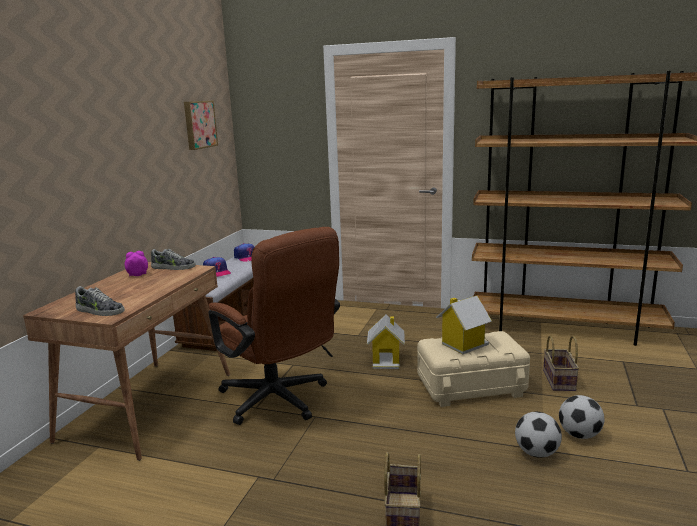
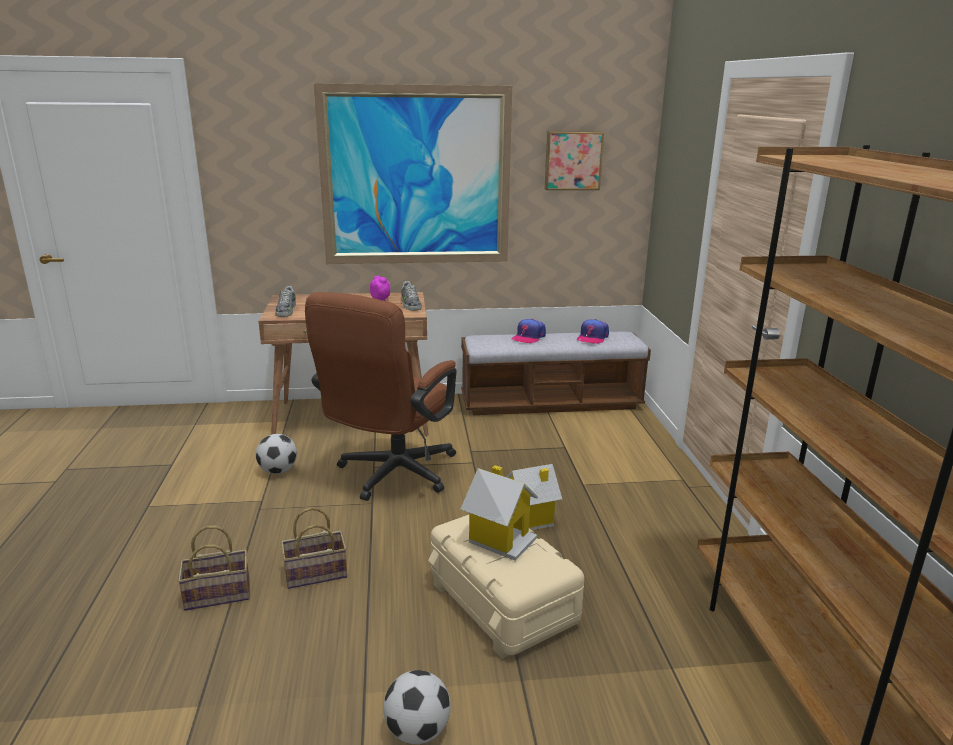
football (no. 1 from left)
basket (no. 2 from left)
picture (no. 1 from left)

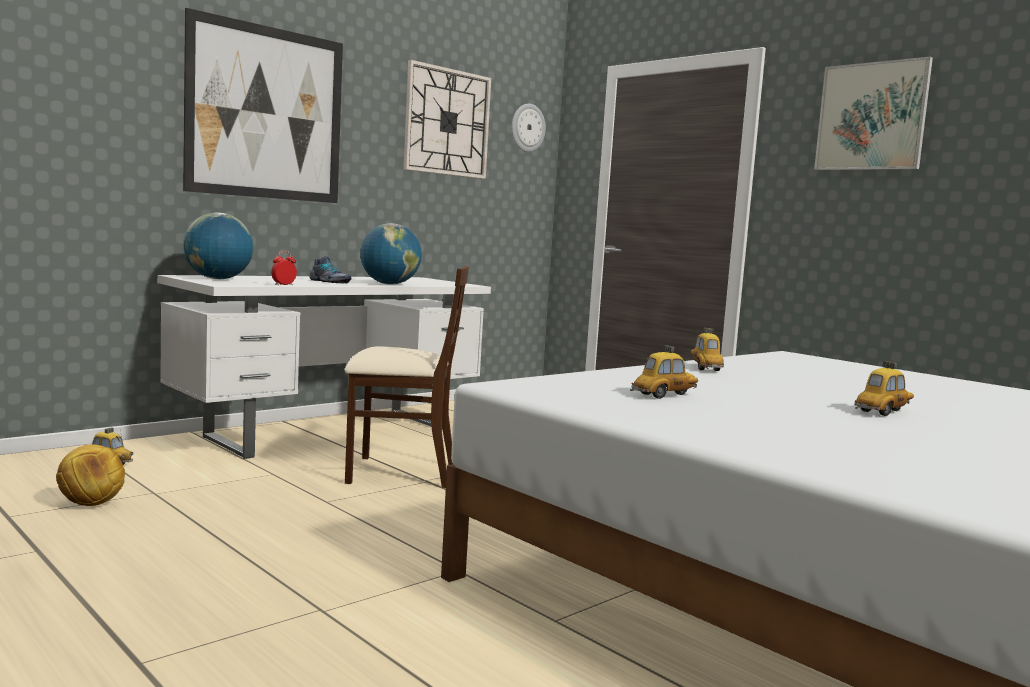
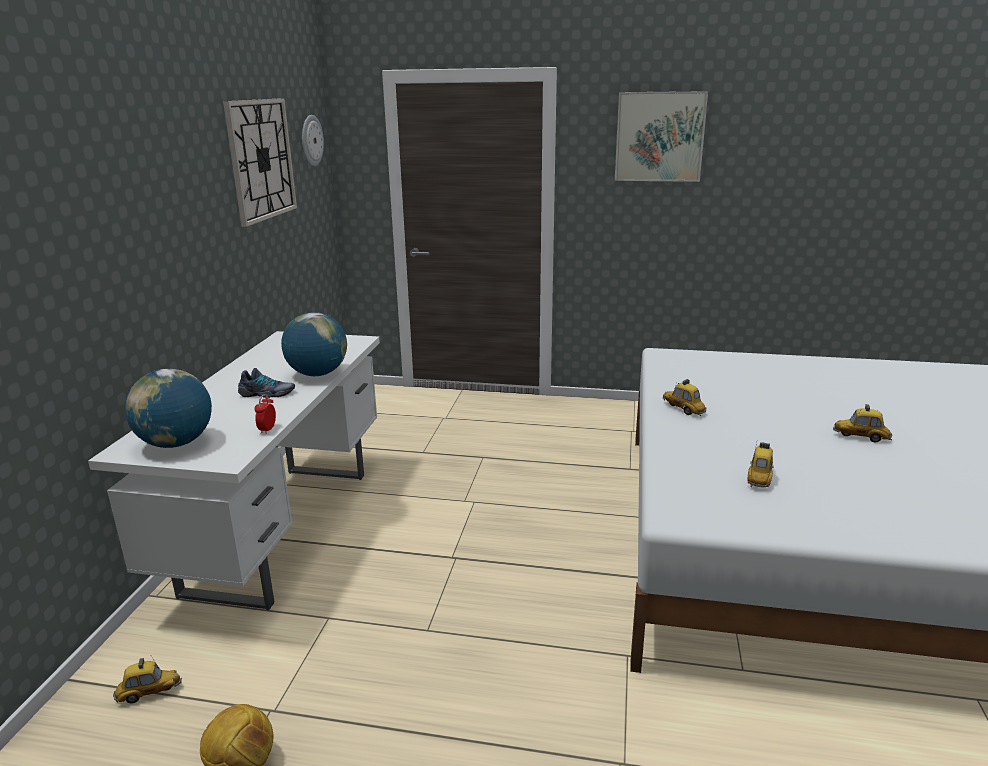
toy car (no. 4 from left)
picture (no. 1 from left in the first image)
chair (beige)

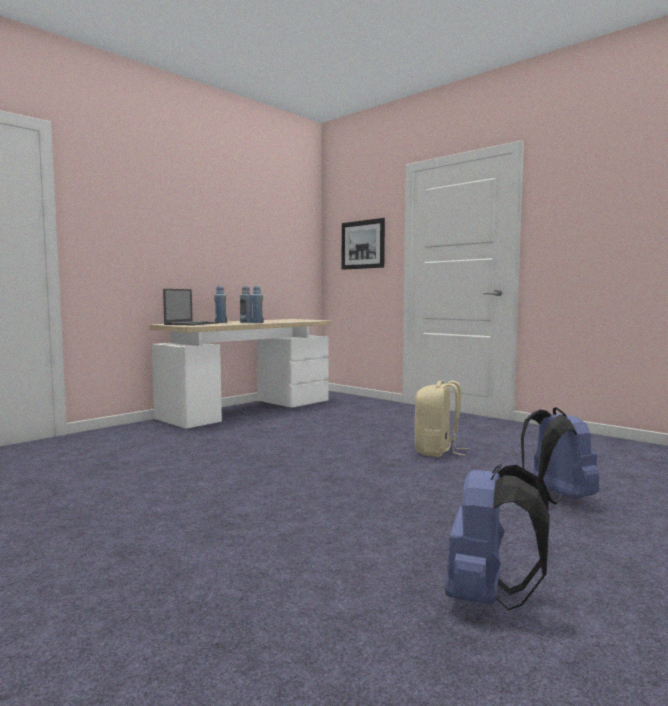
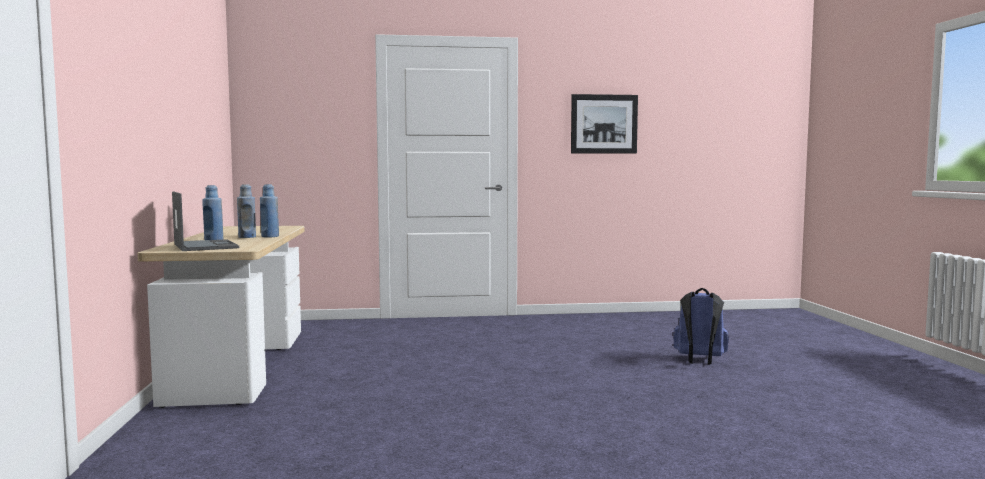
picture
backpack (beige)
backpack (blue) (no. 1 from left in the first image)

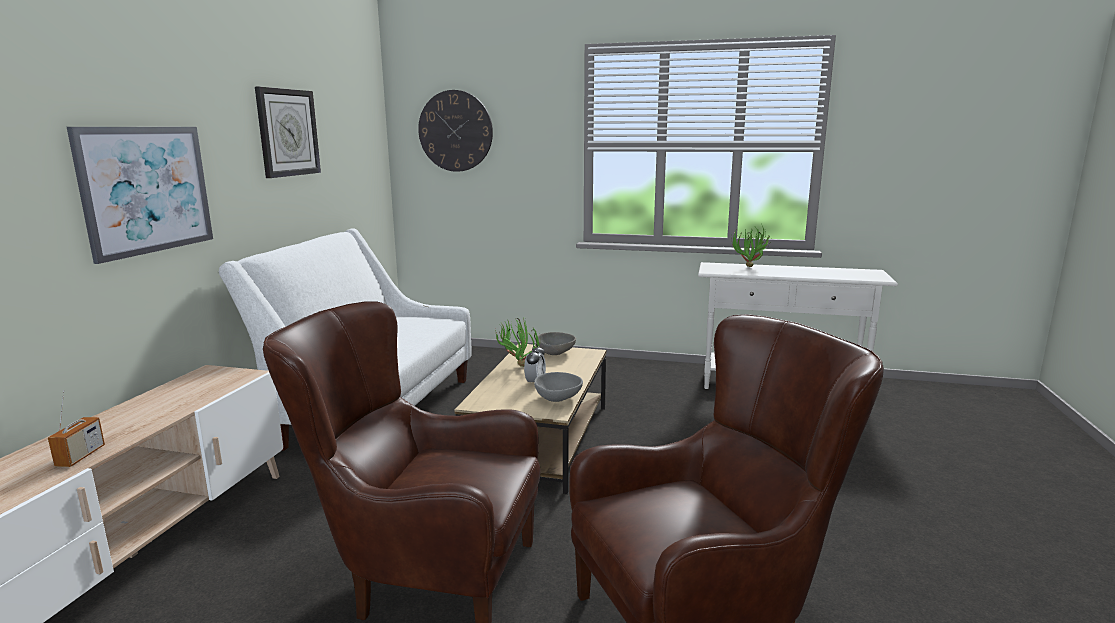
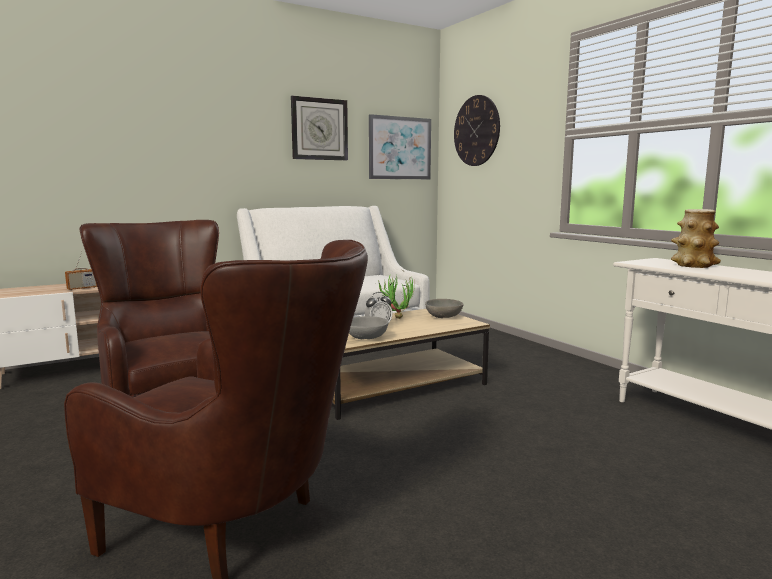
picture
vase

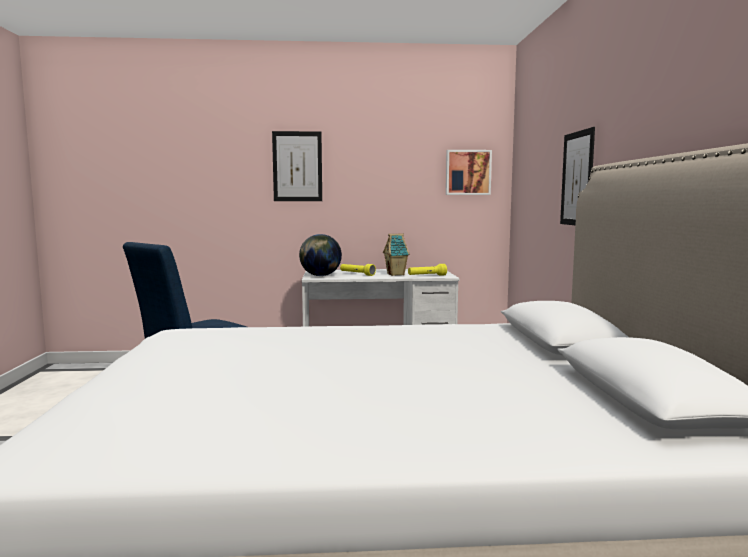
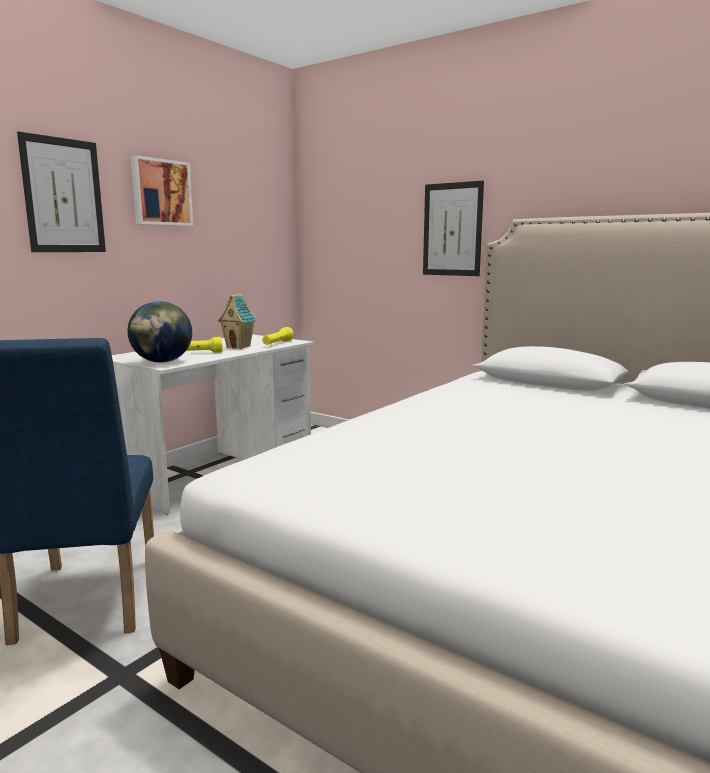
picture (no. 2 from left)

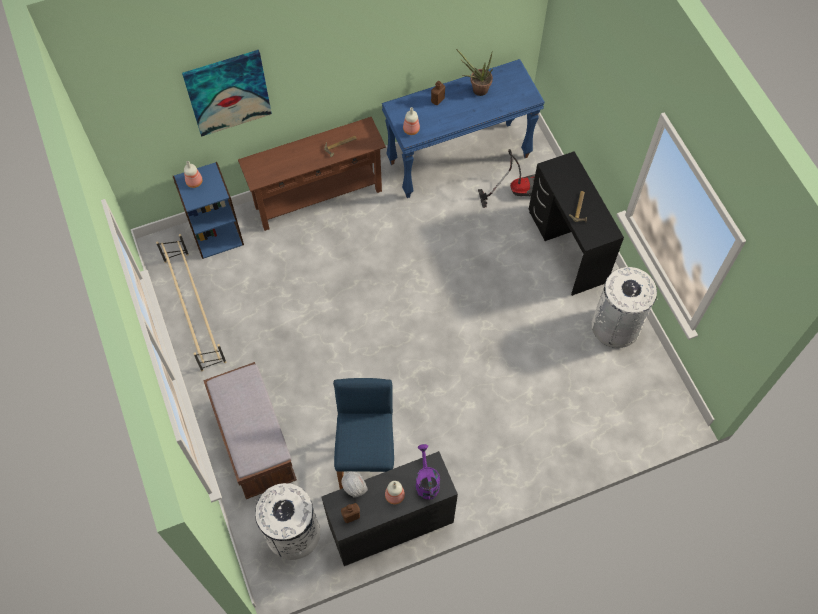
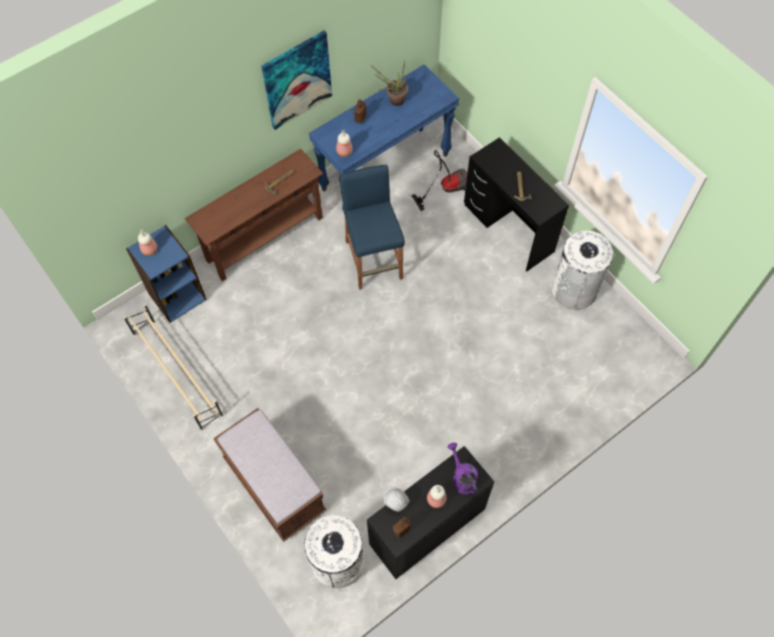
picture
stool (blue)

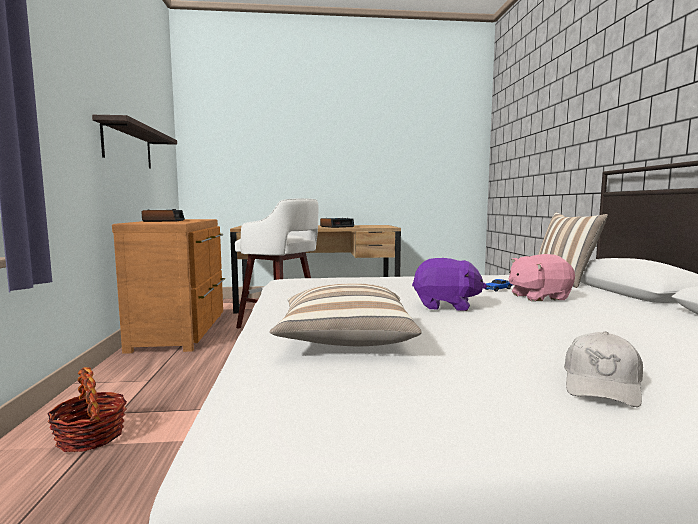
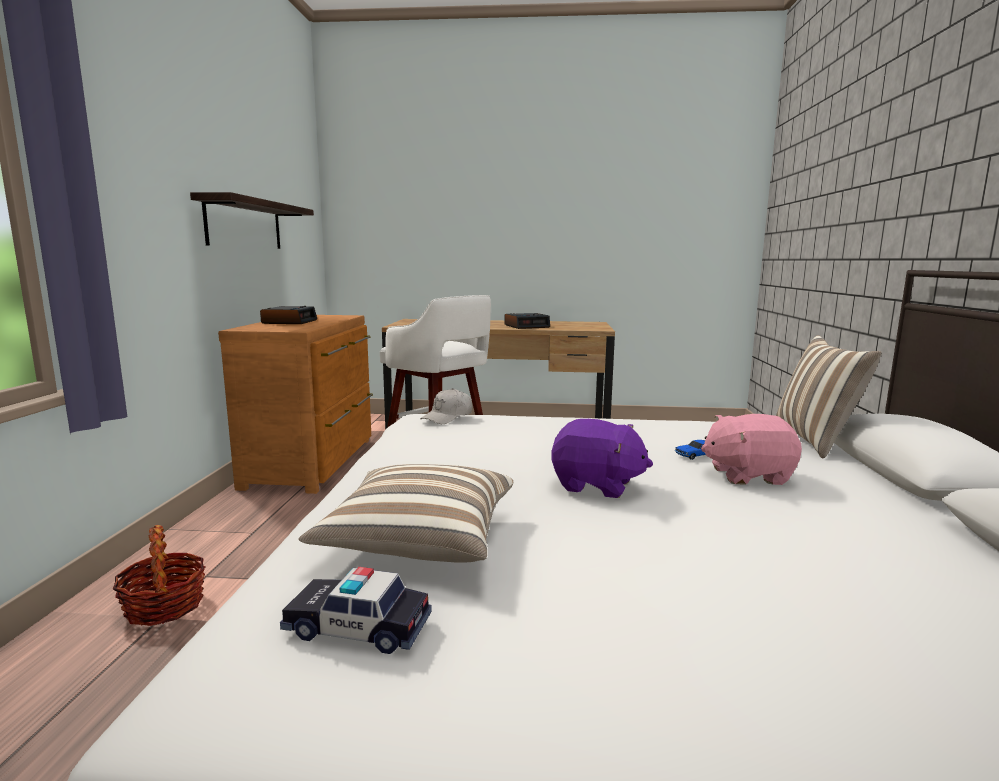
toy car (no. 1 from left)
cap (white)

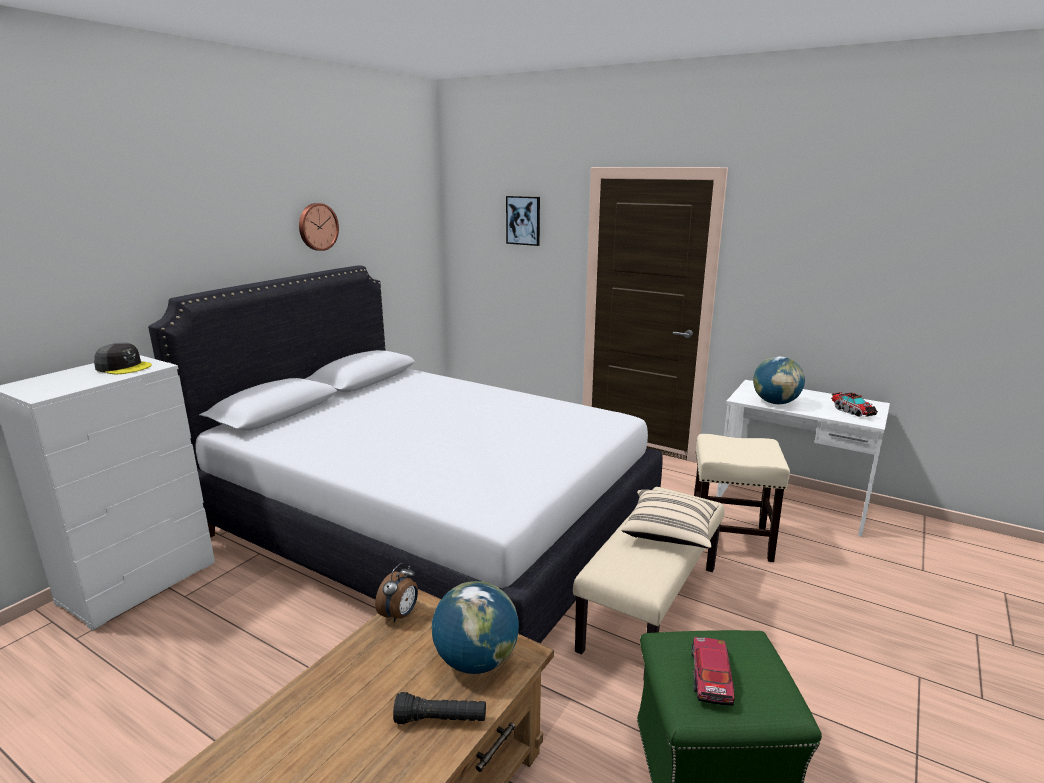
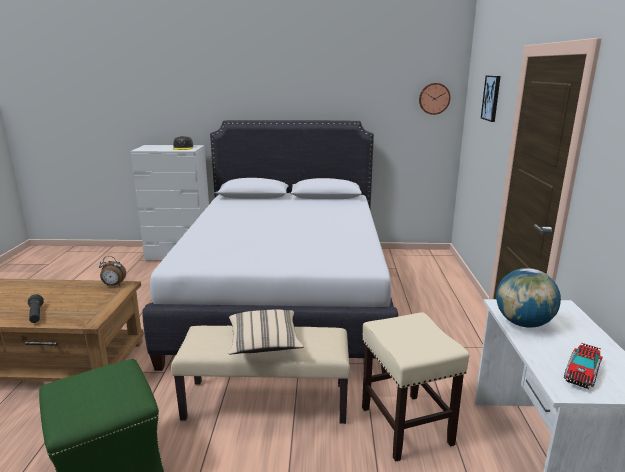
wall clock
globe (no. 1 from left in the first image)
toy car

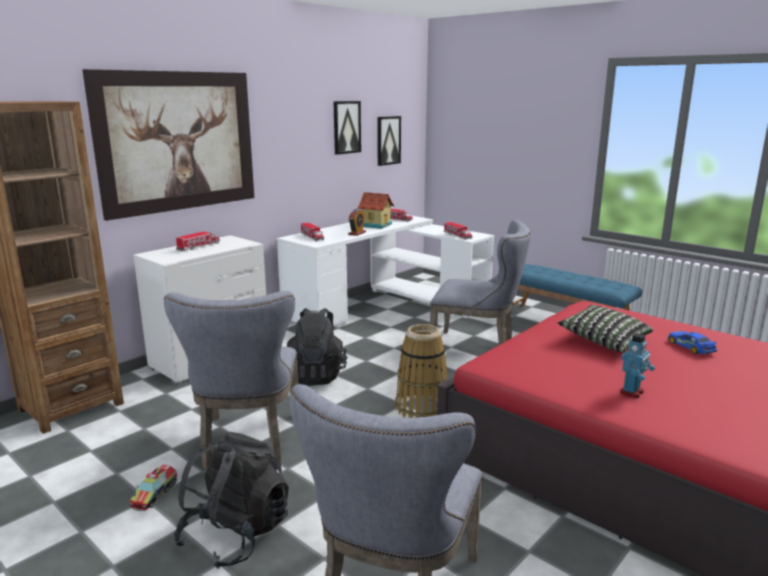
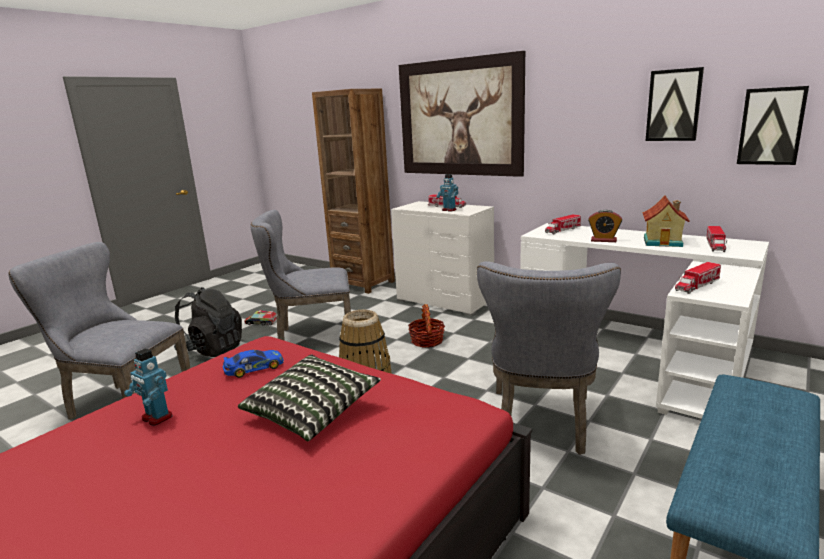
toy car
basket (no. 2 from left)
toy robot (no. 2 from left)

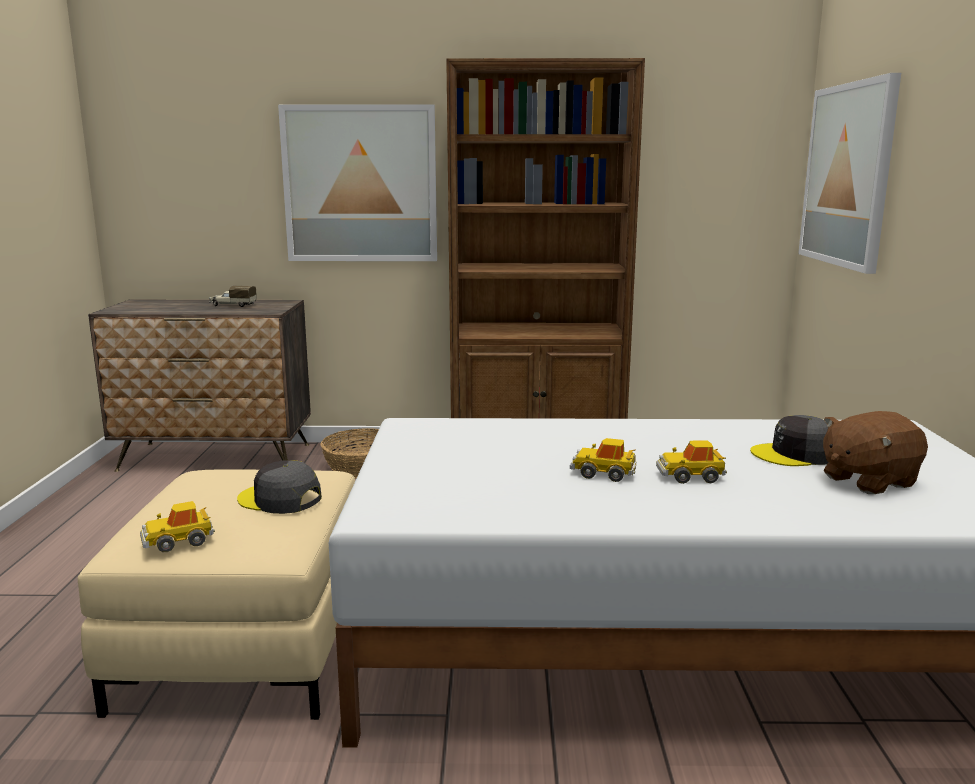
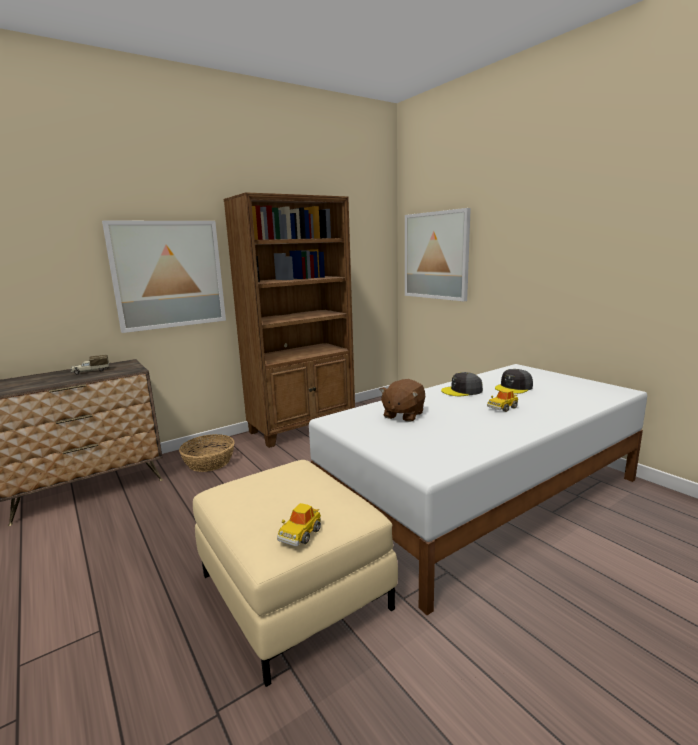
plush toy (brown)
cap (grey) (no. 1 from left)
toy car (no. 2 from left in the first image)

